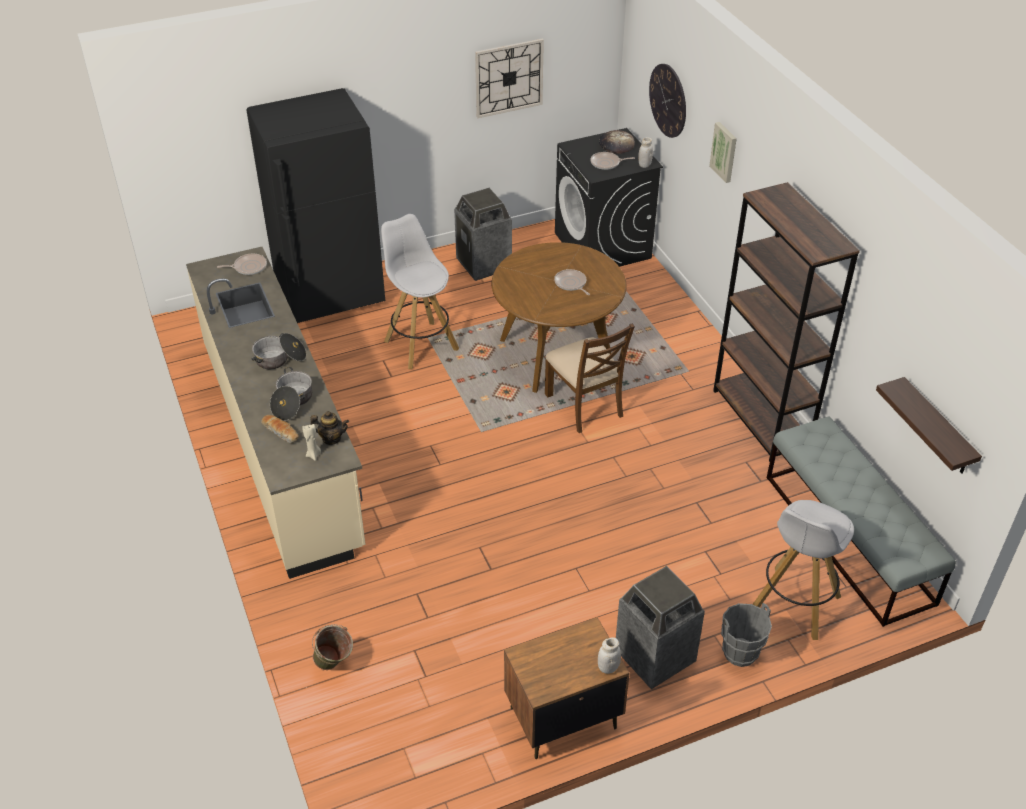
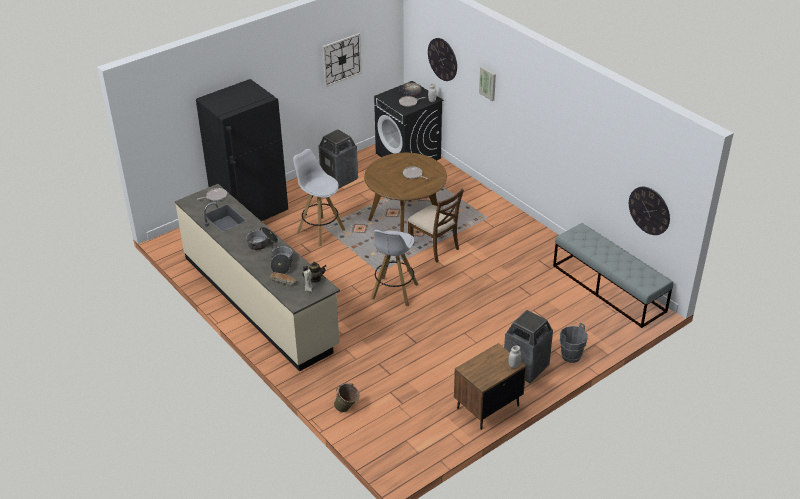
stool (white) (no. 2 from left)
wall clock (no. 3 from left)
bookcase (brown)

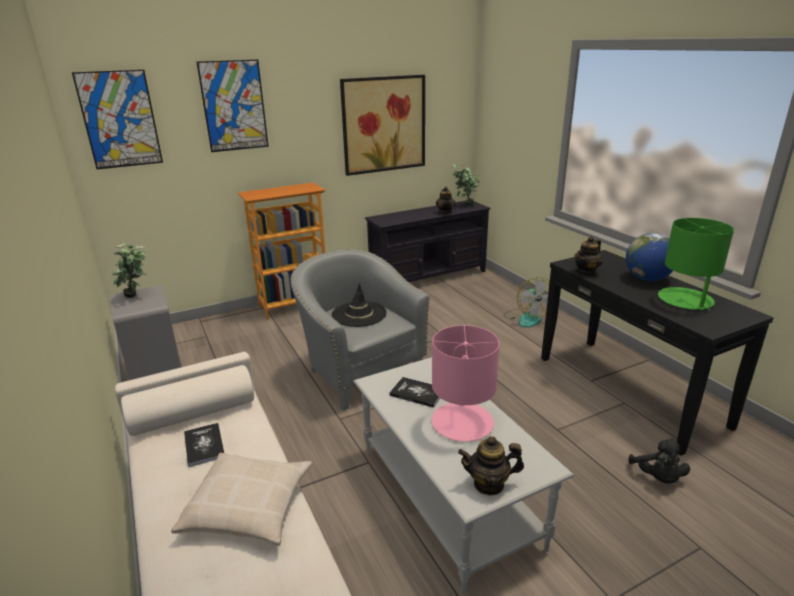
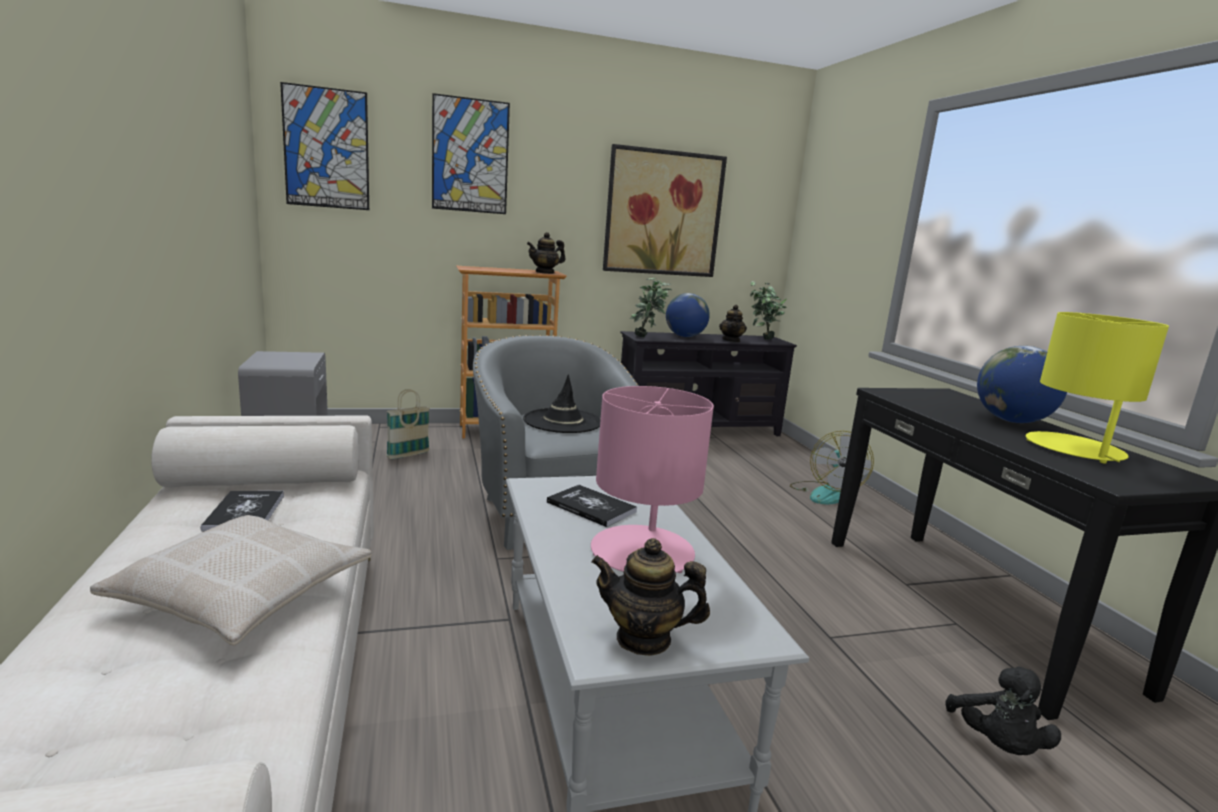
basket
teapot (no. 1 from left)
potted plant (no. 1 from left)
globe (no. 1 from left)
table lamp (yellow)

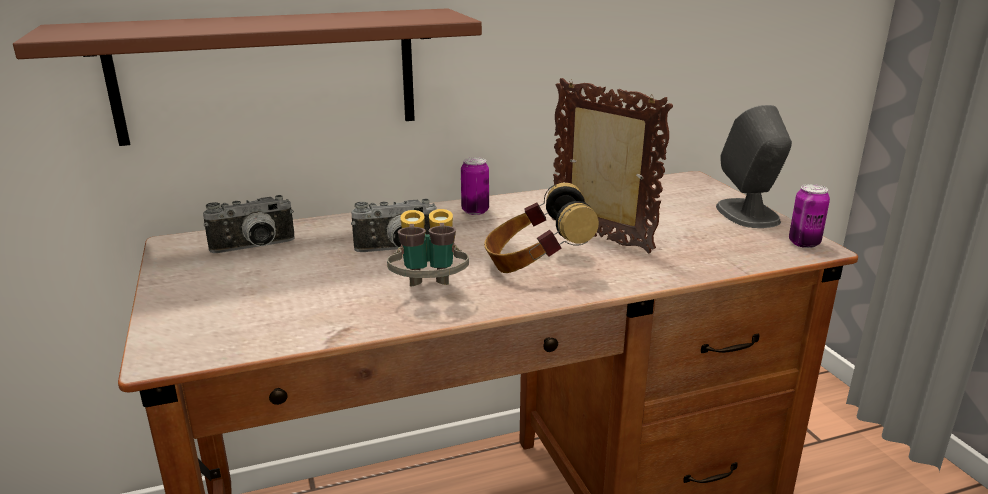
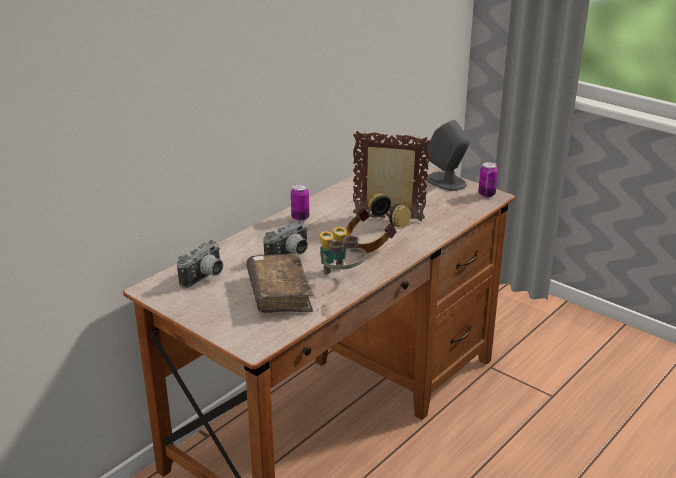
book (brown)
shelf (brown)

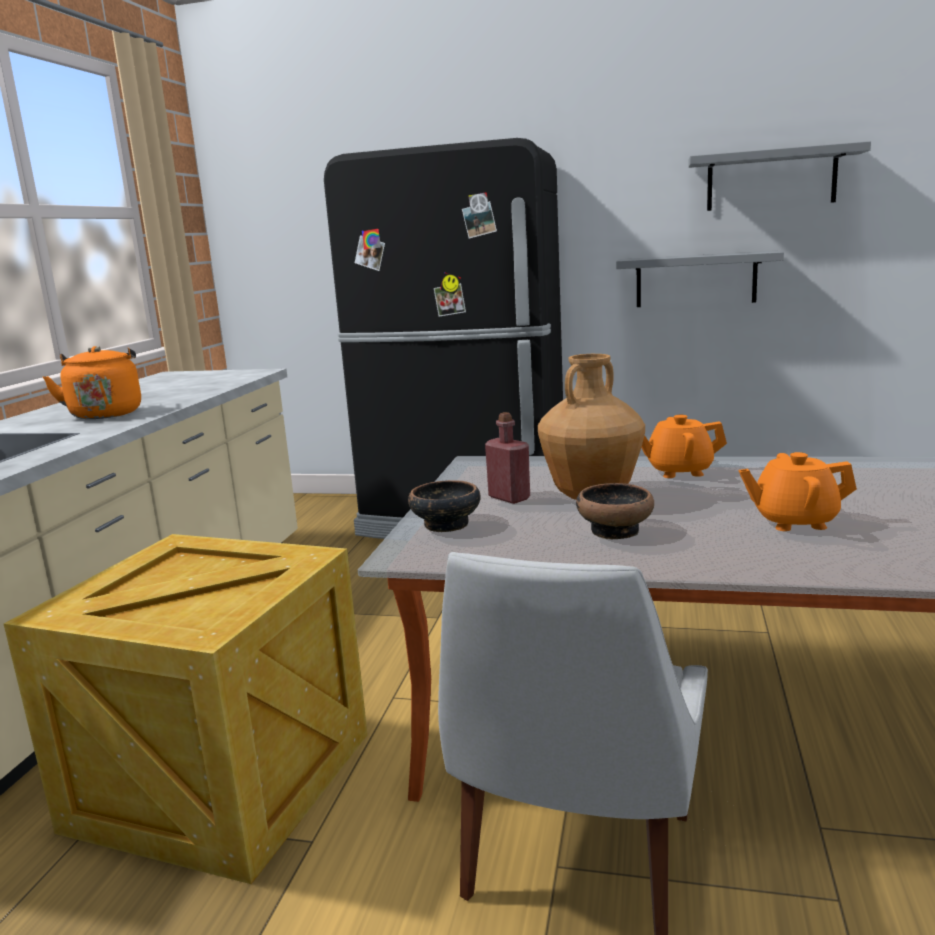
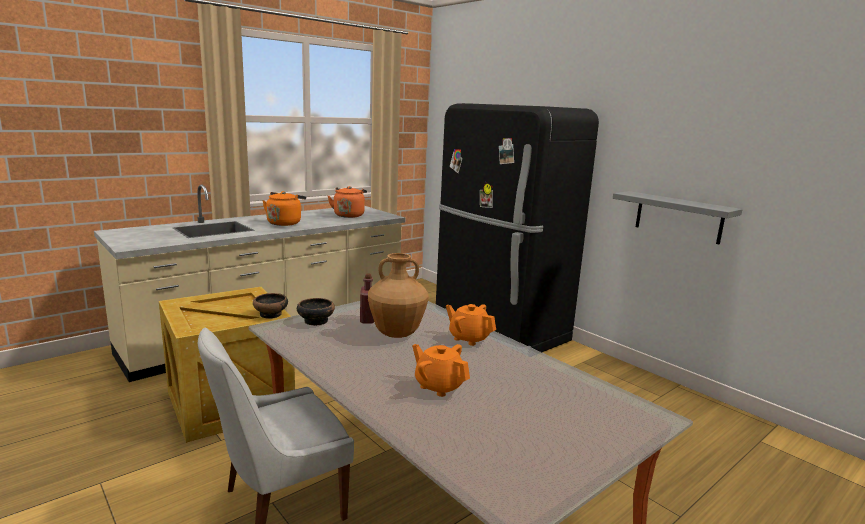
bowl (no. 1 from left)
kettle (orange) (no. 2 from left)
shelf (grey) (no. 2 from left in the first image)

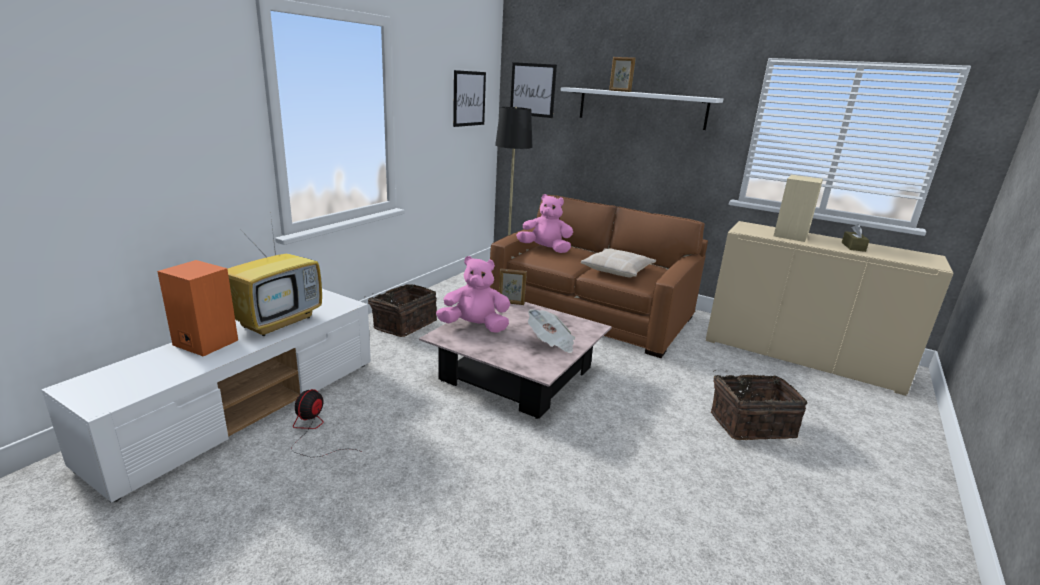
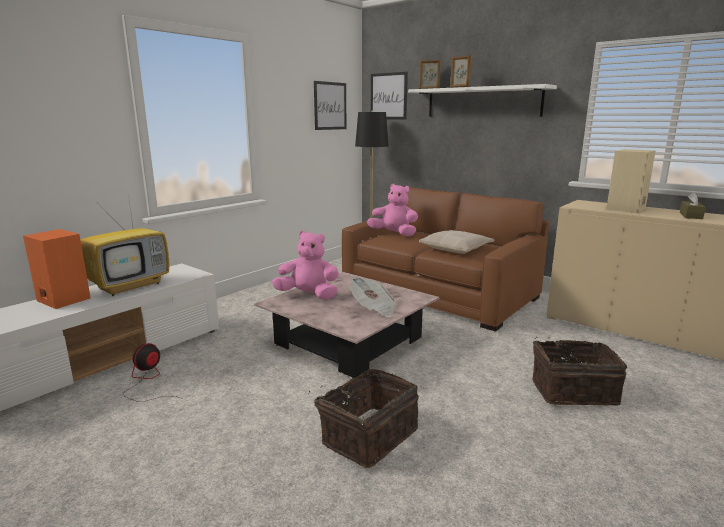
basket (no. 1 from left)
picture frame (no. 1 from left)

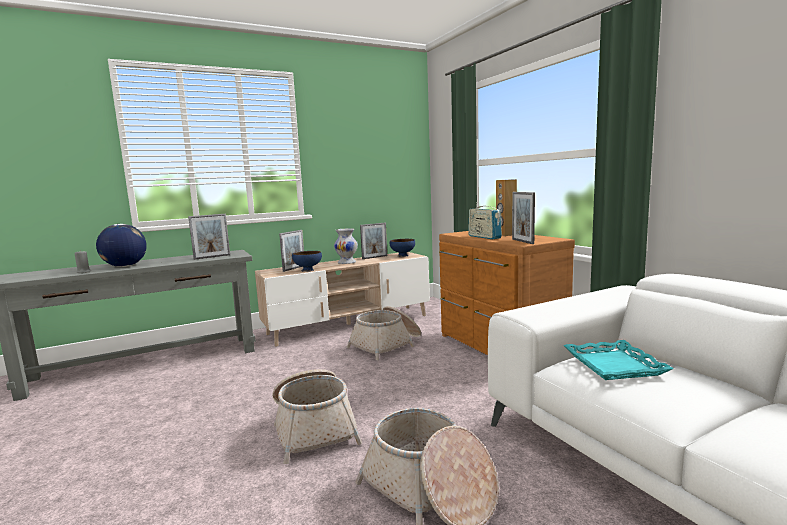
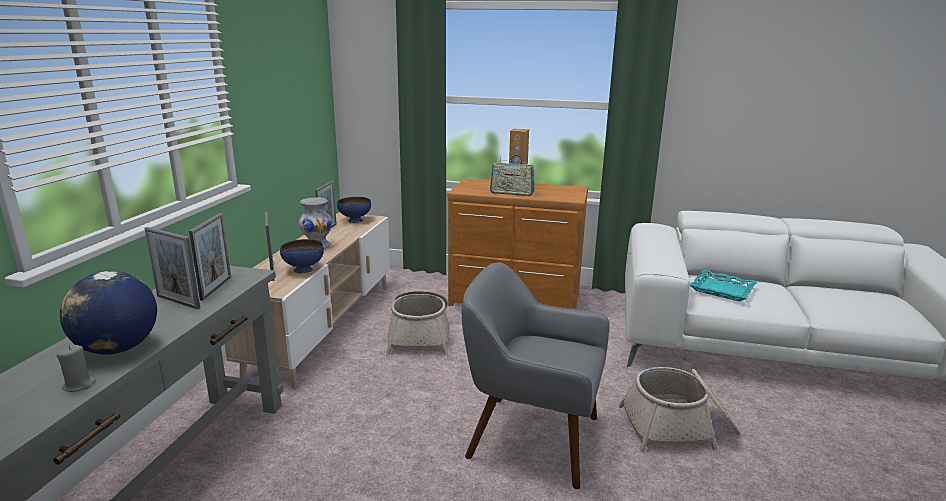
picture frame (no. 1 from left)
armchair (grey)

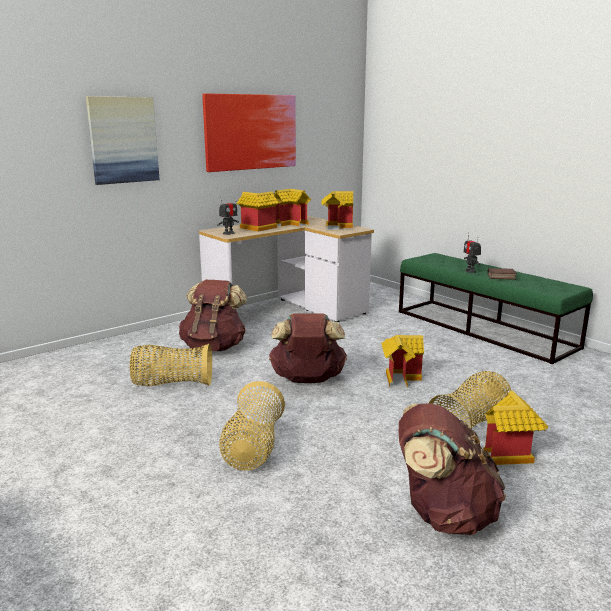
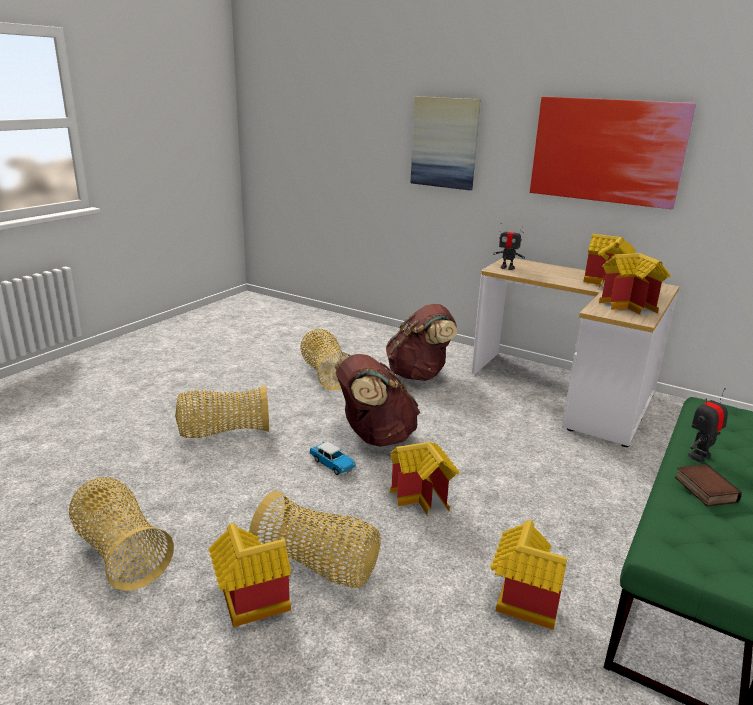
basket (no. 1 from left)
toy car
toy house (no. 3 from left)

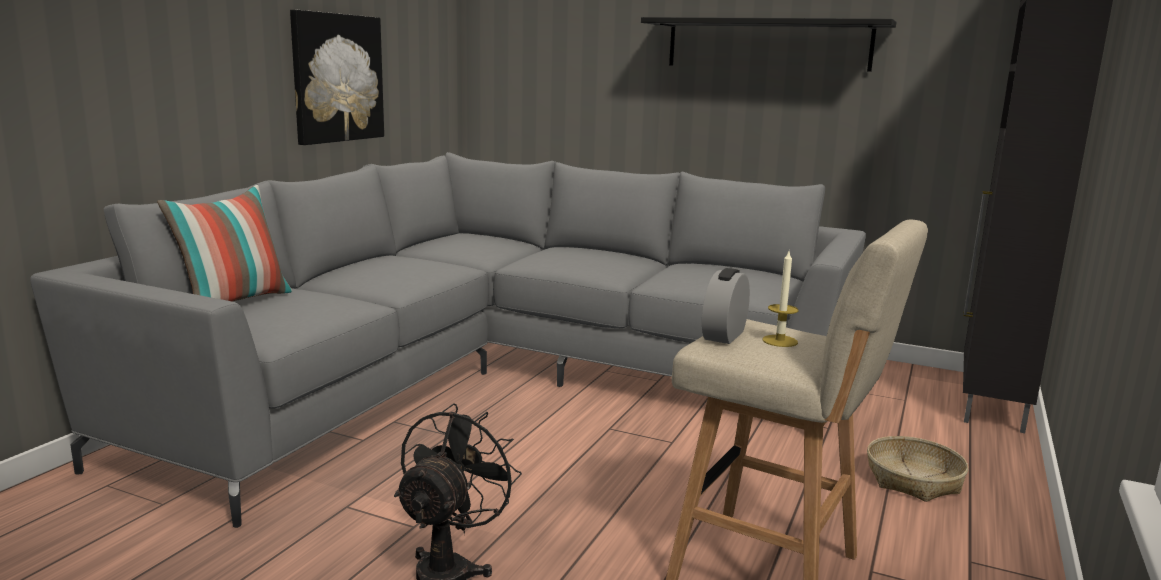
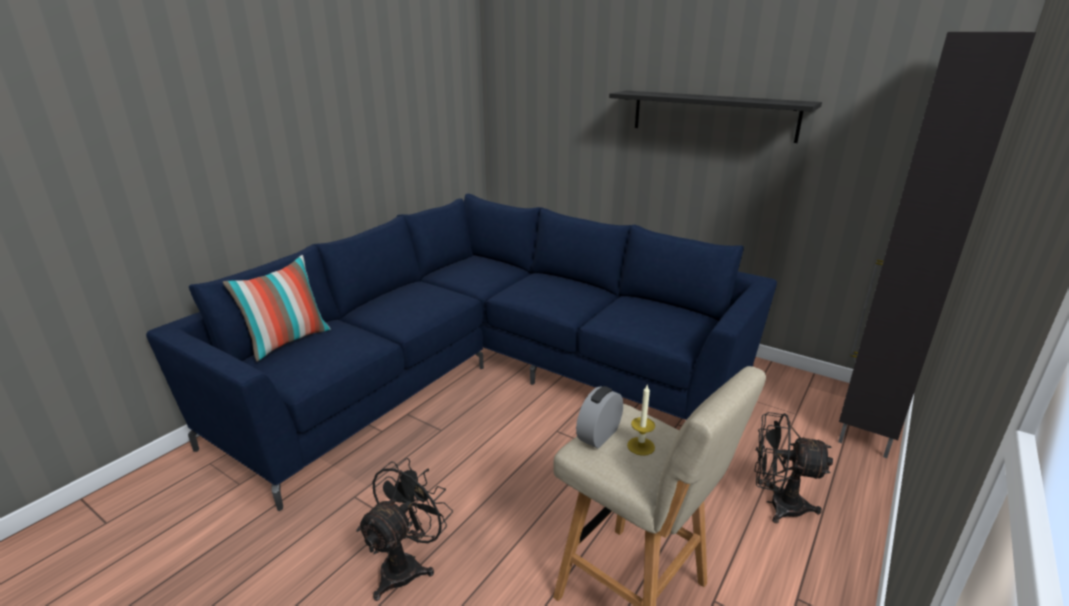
sofa (blue)
fan (black) (no. 2 from left)
picture

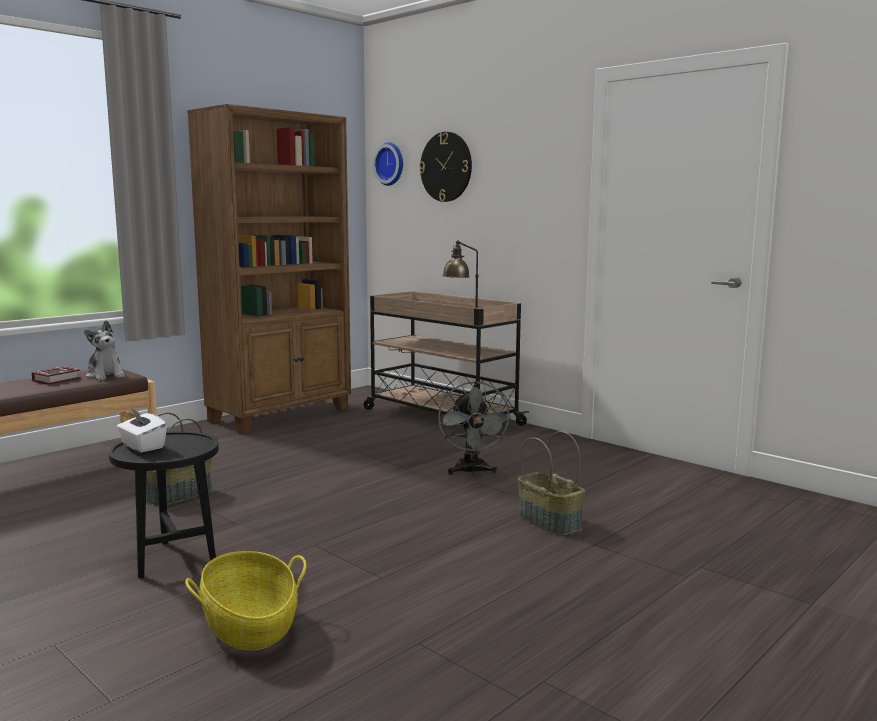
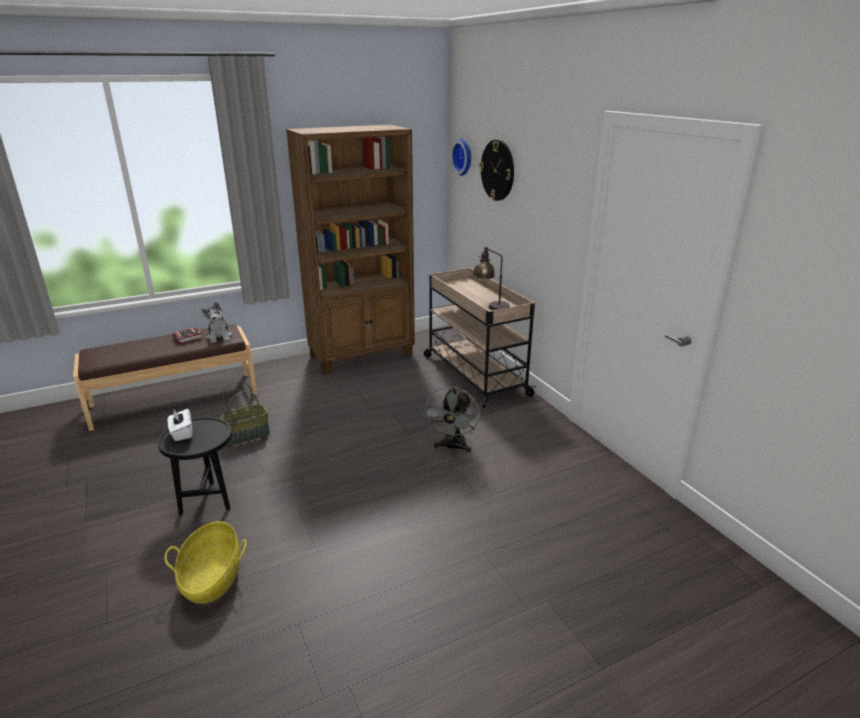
basket (no. 3 from left in the first image)

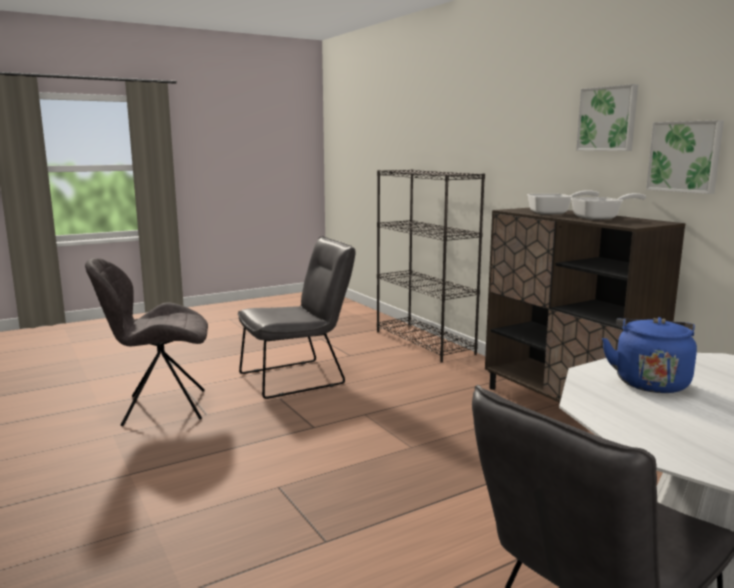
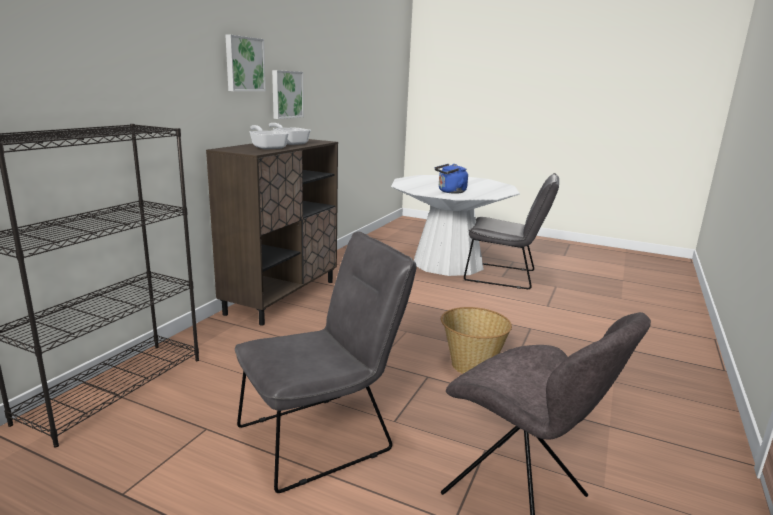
chair (grey) (no. 1 from left)
basket

